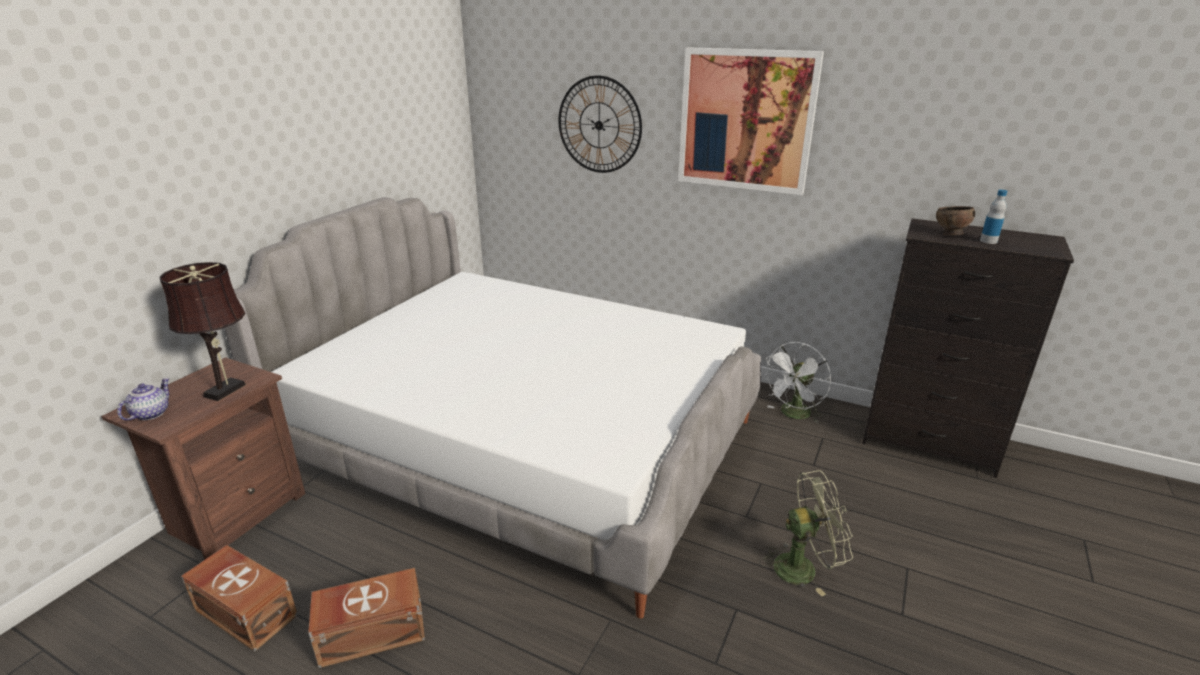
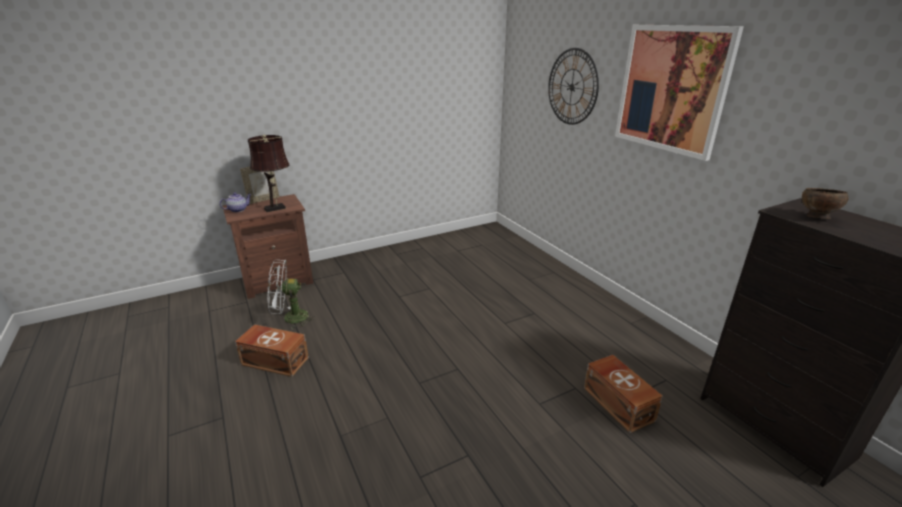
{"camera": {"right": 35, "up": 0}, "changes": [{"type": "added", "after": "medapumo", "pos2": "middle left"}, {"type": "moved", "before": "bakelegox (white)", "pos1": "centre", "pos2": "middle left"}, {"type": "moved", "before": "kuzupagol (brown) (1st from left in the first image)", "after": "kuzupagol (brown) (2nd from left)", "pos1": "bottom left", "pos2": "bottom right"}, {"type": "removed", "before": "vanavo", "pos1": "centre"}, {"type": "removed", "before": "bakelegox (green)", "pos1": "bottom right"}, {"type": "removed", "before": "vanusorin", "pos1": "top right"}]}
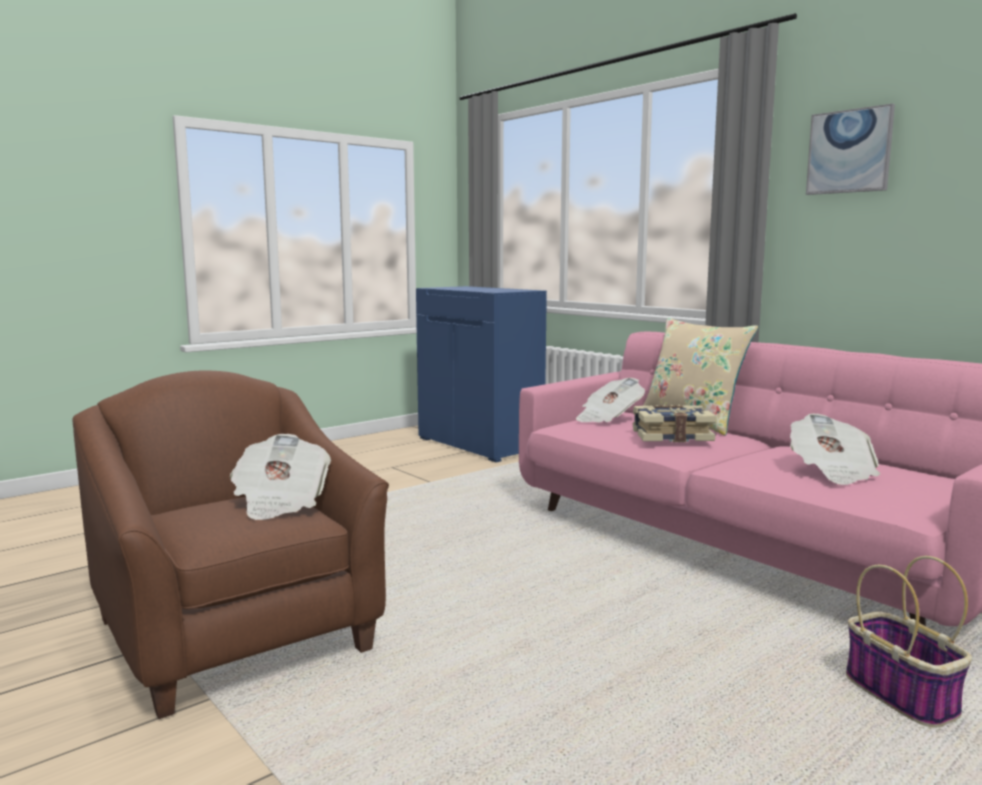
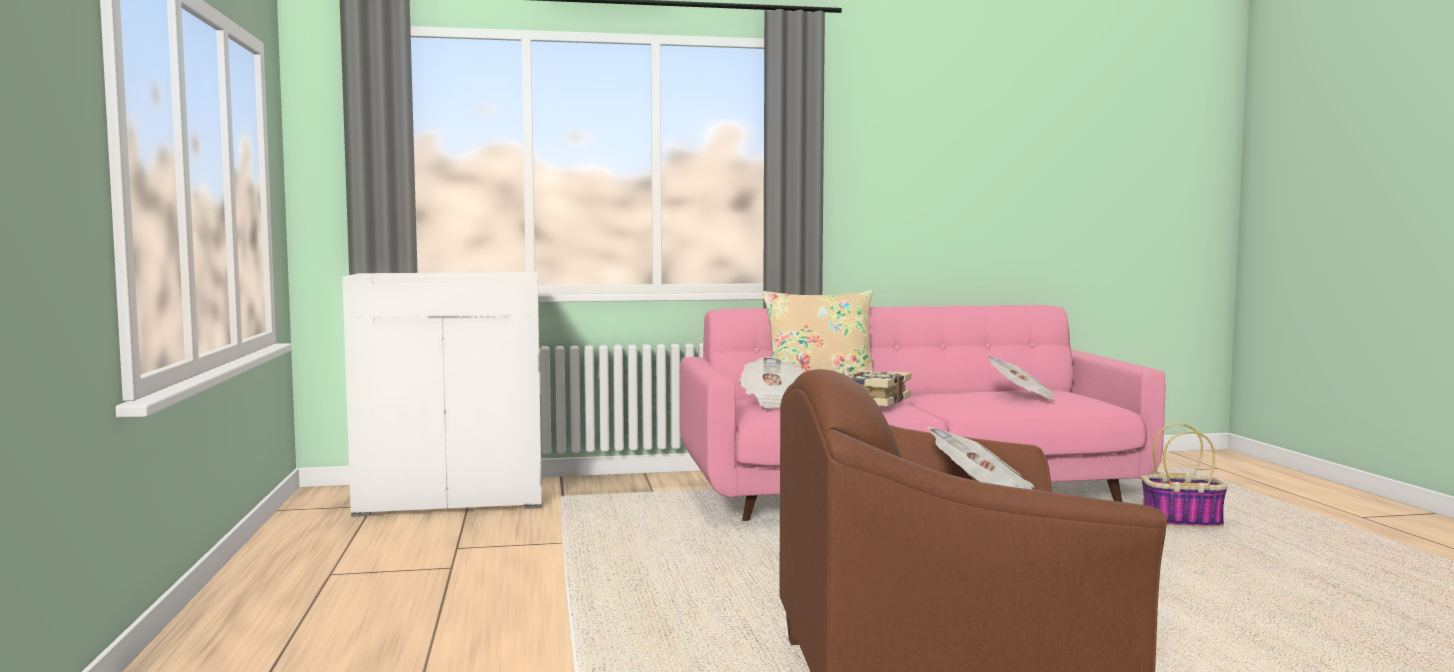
{"camera": {"right": -60, "up": -5}, "changes": [{"type": "recoloured", "before": "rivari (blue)", "after": "rivari (white)", "pos1": "centre", "pos2": "middle left"}, {"type": "removed", "before": "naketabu", "pos1": "top right"}]}
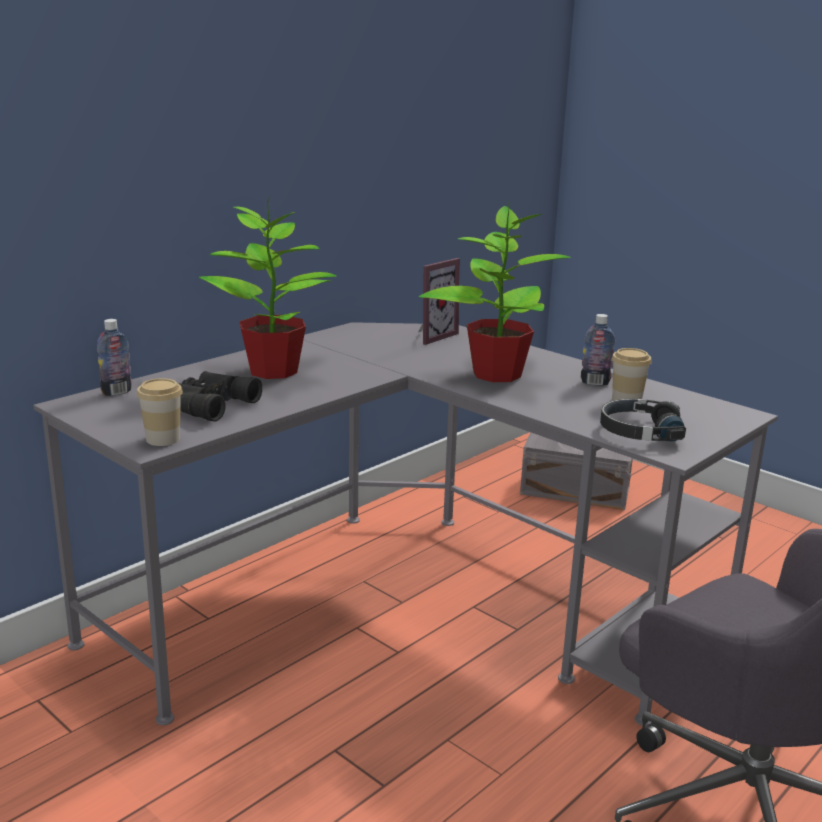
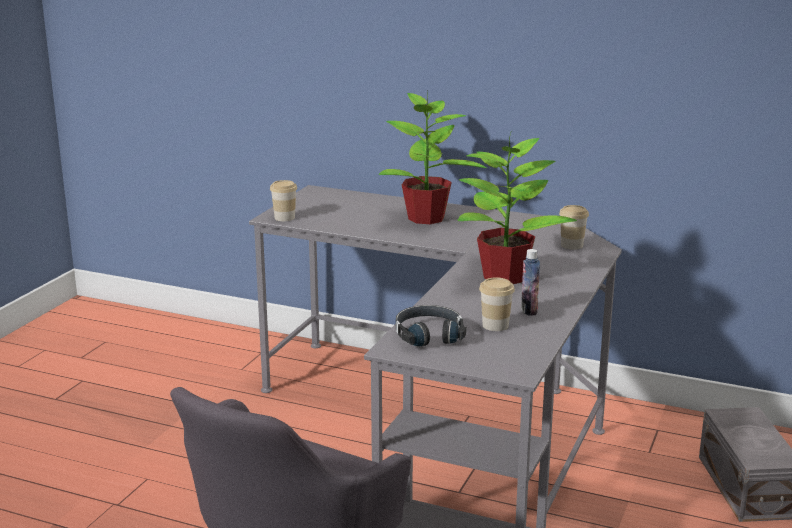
{"camera": {"right": 70, "up": 0}, "changes": [{"type": "replaced", "before": "medapumo", "after": "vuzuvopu (3rd from left)", "pos1": "centre", "pos2": "middle right"}, {"type": "removed", "before": "vanusorin (1st from left)", "pos1": "middle left"}, {"type": "removed", "before": "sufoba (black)", "pos1": "middle left"}]}
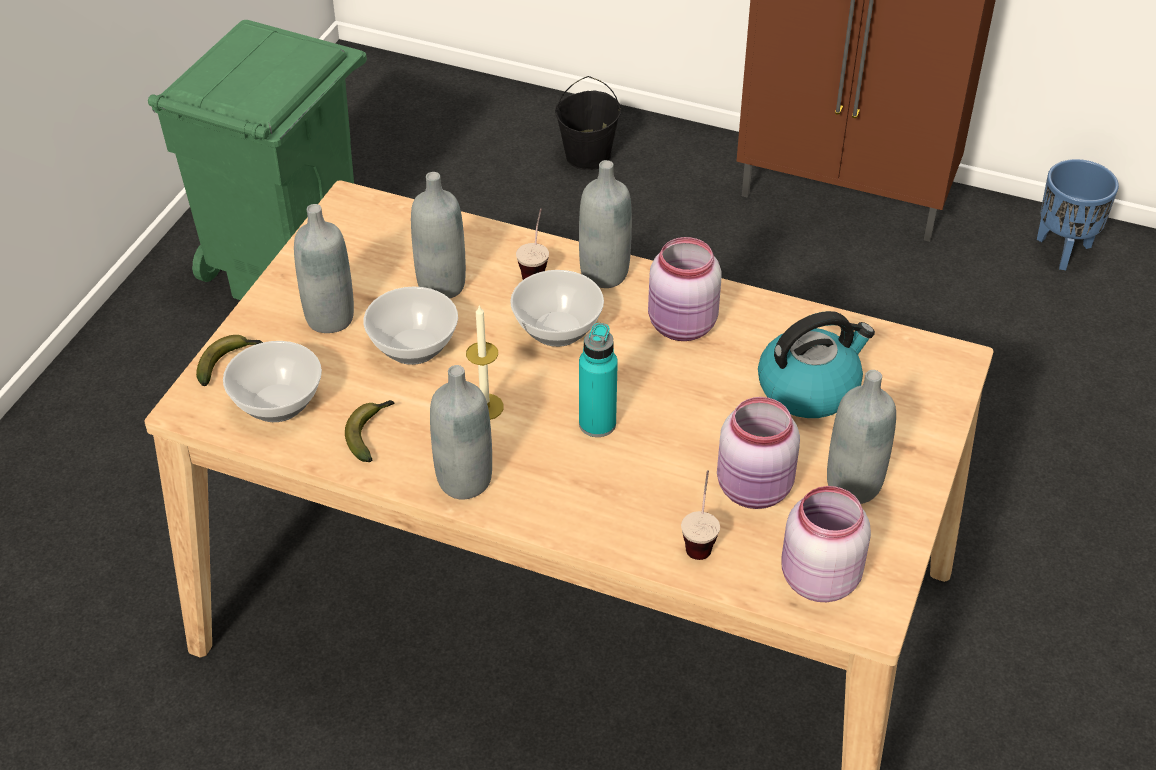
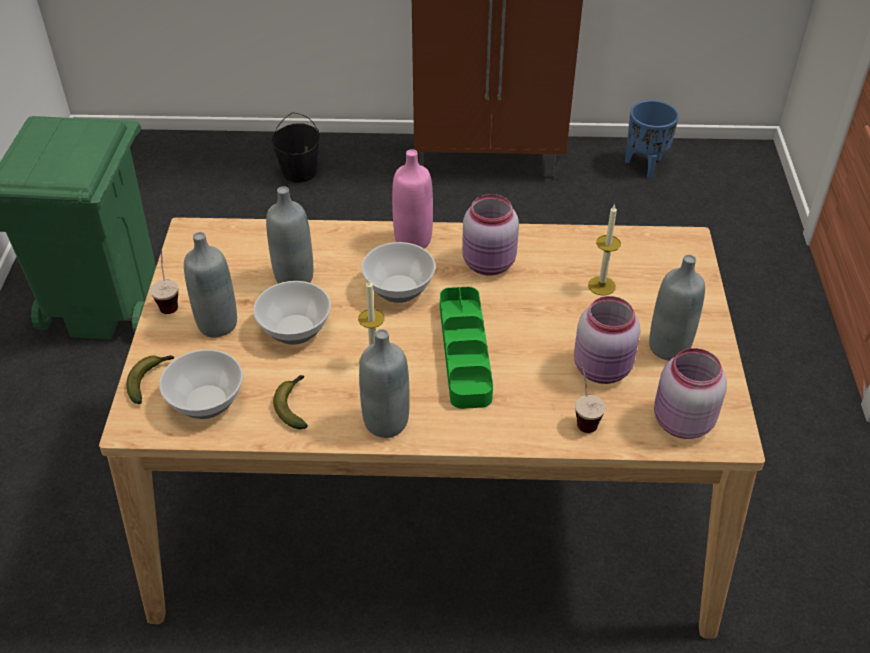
{"camera": {"right": -20, "up": 0}, "changes": [{"type": "moved", "before": "vuzuvopu (1st from left)", "pos1": "top centre", "pos2": "middle left"}, {"type": "recoloured", "before": "vanusorin (grey) (4th from left)", "after": "vanusorin (pink)", "pos1": "top centre", "pos2": "top centre"}, {"type": "replaced", "before": "vanusorin (turquoise)", "after": "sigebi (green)", "pos1": "centre", "pos2": "centre"}, {"type": "replaced", "before": "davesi", "after": "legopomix (2nd from left)", "pos1": "middle right", "pos2": "middle right"}]}
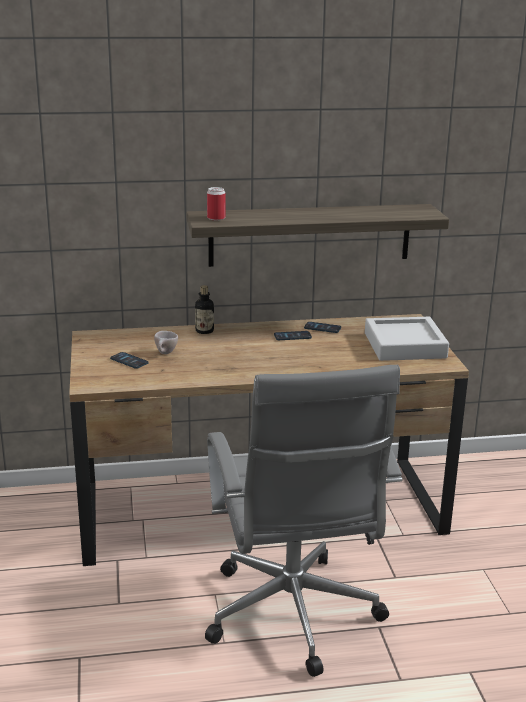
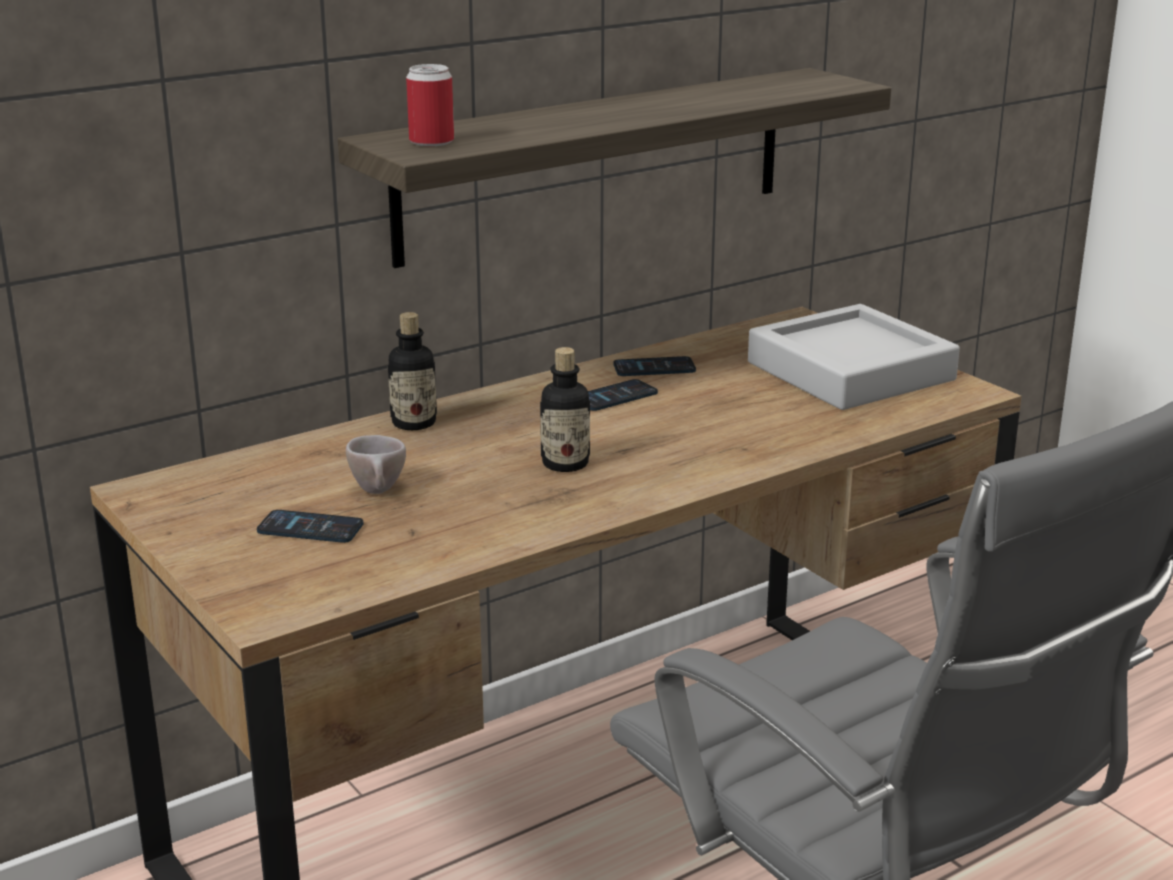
{"camera": {"right": -25, "up": 0}, "changes": [{"type": "added", "after": "vanusorin (2nd from left)", "pos2": "centre"}]}
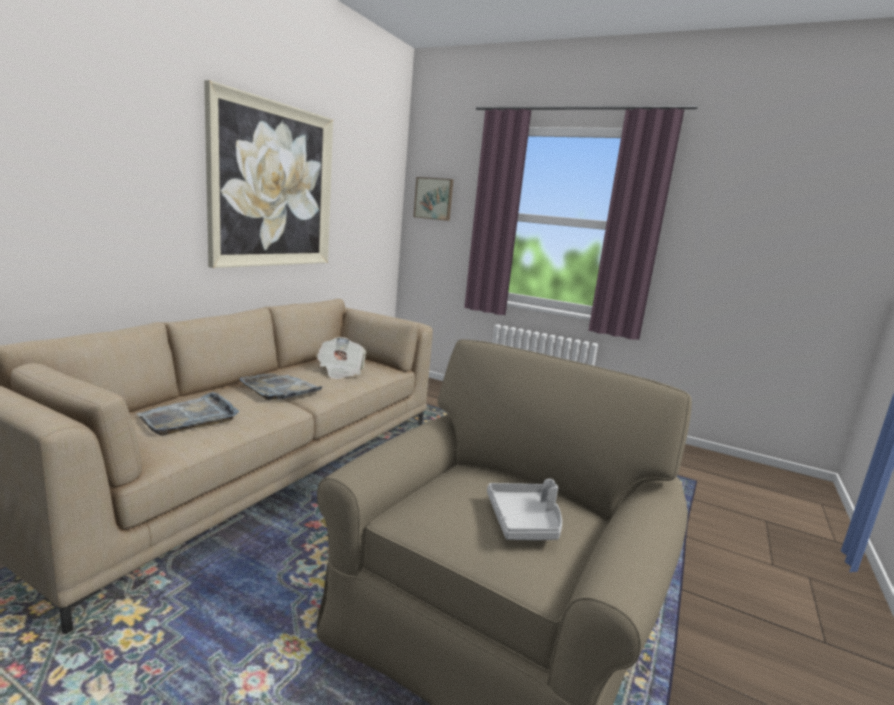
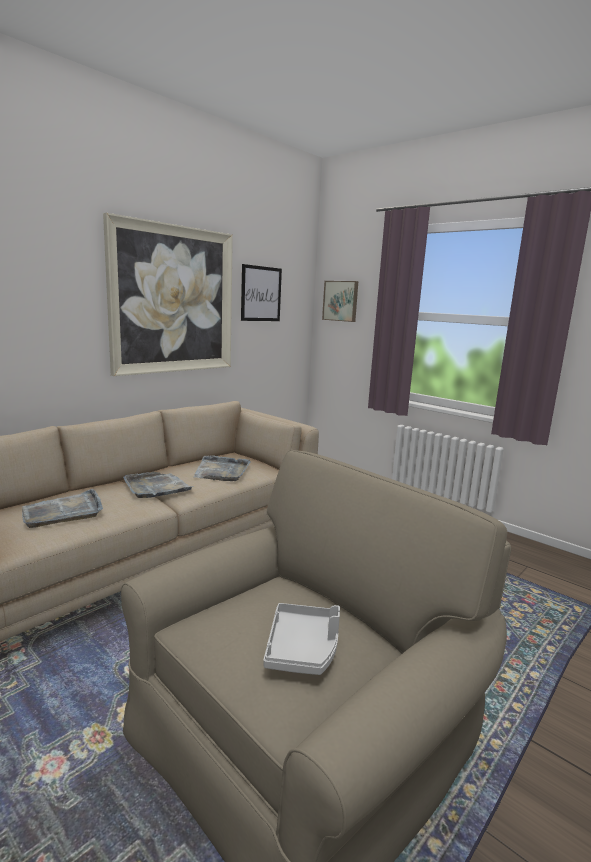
{"camera": {"right": 15, "up": 0}, "changes": [{"type": "replaced", "before": "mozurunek", "after": "sigebi (grey) (3rd from left)", "pos1": "centre", "pos2": "centre"}, {"type": "added", "after": "naketabu (2nd from left)", "pos2": "centre"}]}
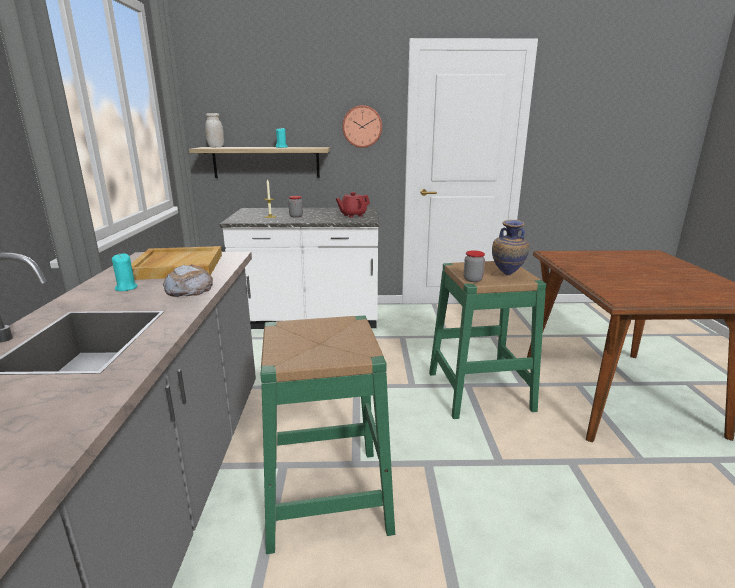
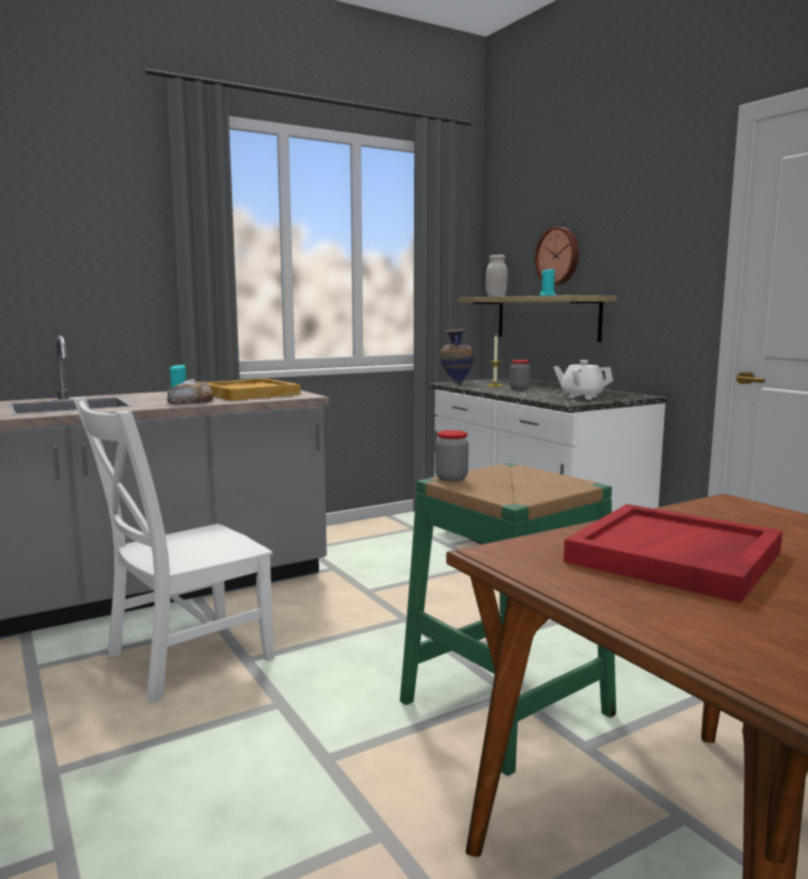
{"camera": {"right": 60, "up": -10}, "changes": [{"type": "replaced", "before": "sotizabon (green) (1st from left)", "after": "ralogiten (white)", "pos1": "bottom centre", "pos2": "middle left"}, {"type": "moved", "before": "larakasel", "pos1": "middle right", "pos2": "centre"}, {"type": "moved", "before": "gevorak", "pos1": "top centre", "pos2": "top right"}, {"type": "recoloured", "before": "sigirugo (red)", "after": "sigirugo (white)", "pos1": "centre", "pos2": "middle right"}, {"type": "added", "after": "sigebi (red)", "pos2": "middle right"}]}
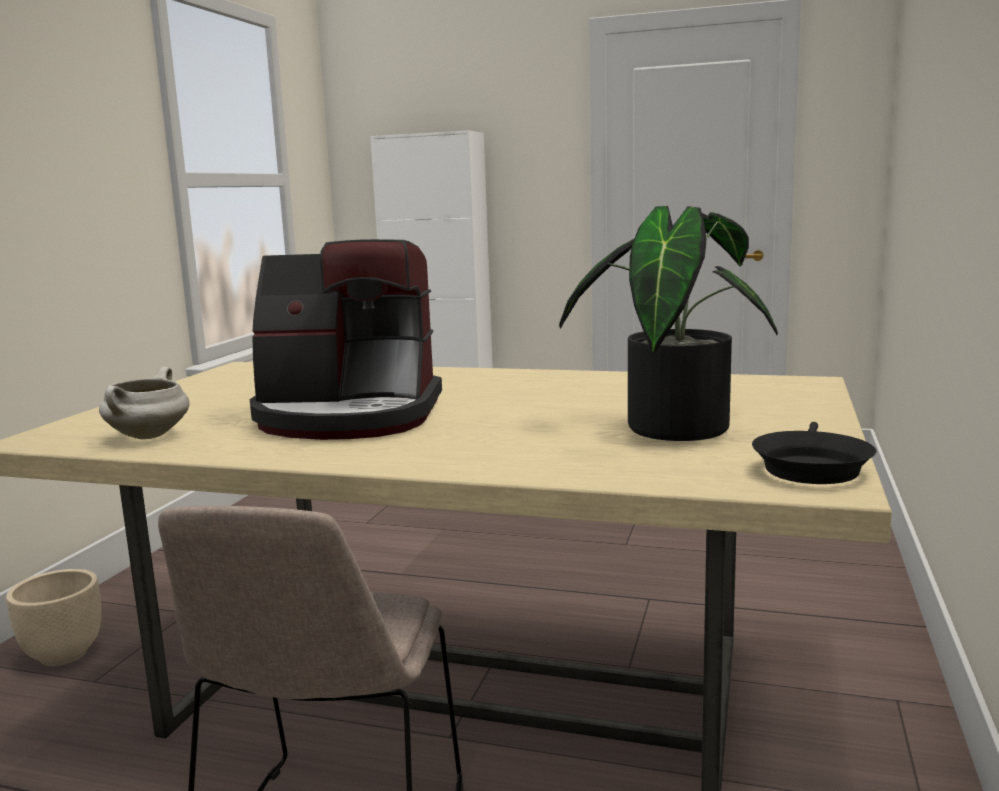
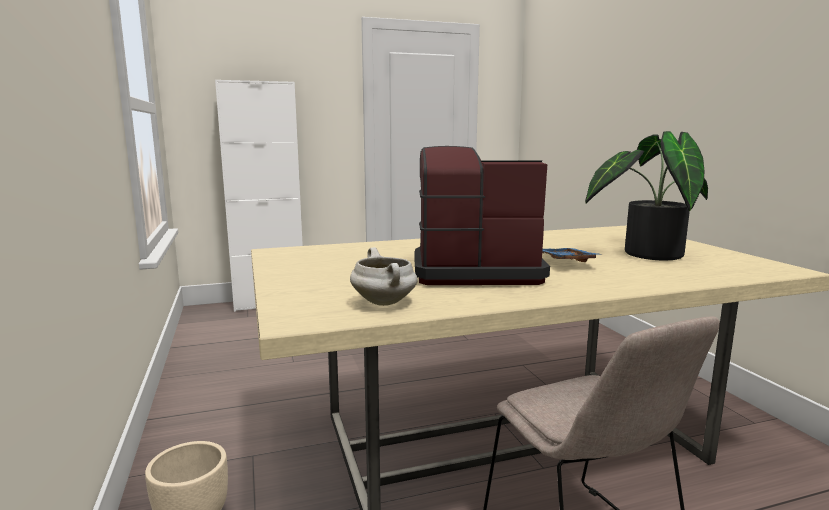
{"camera": {"right": -35, "up": 0}, "changes": [{"type": "turned", "before": "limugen", "pos1": "centre", "pos2": "centre", "turn": -150}, {"type": "added", "after": "sigebi (blue)", "pos2": "middle right"}, {"type": "removed", "before": "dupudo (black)", "pos1": "middle right"}]}
